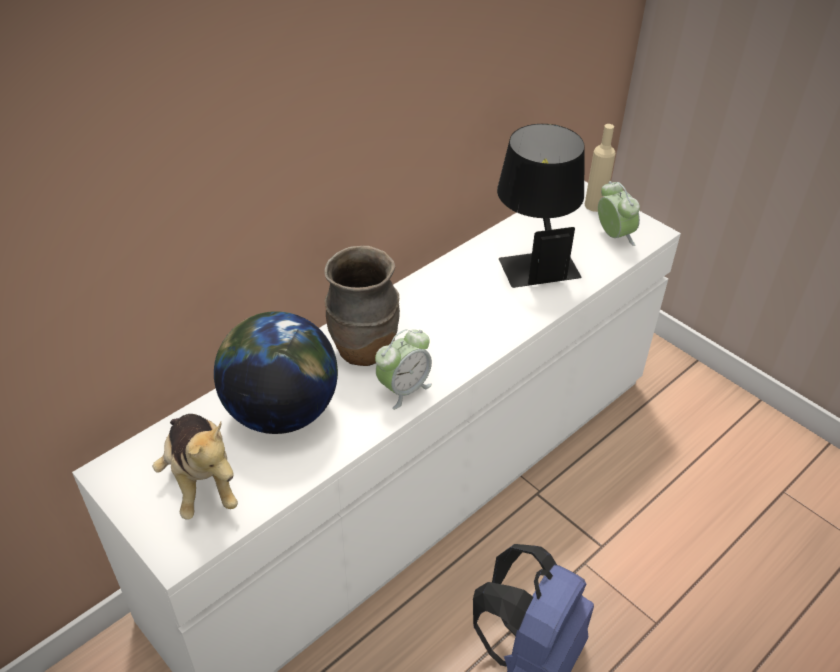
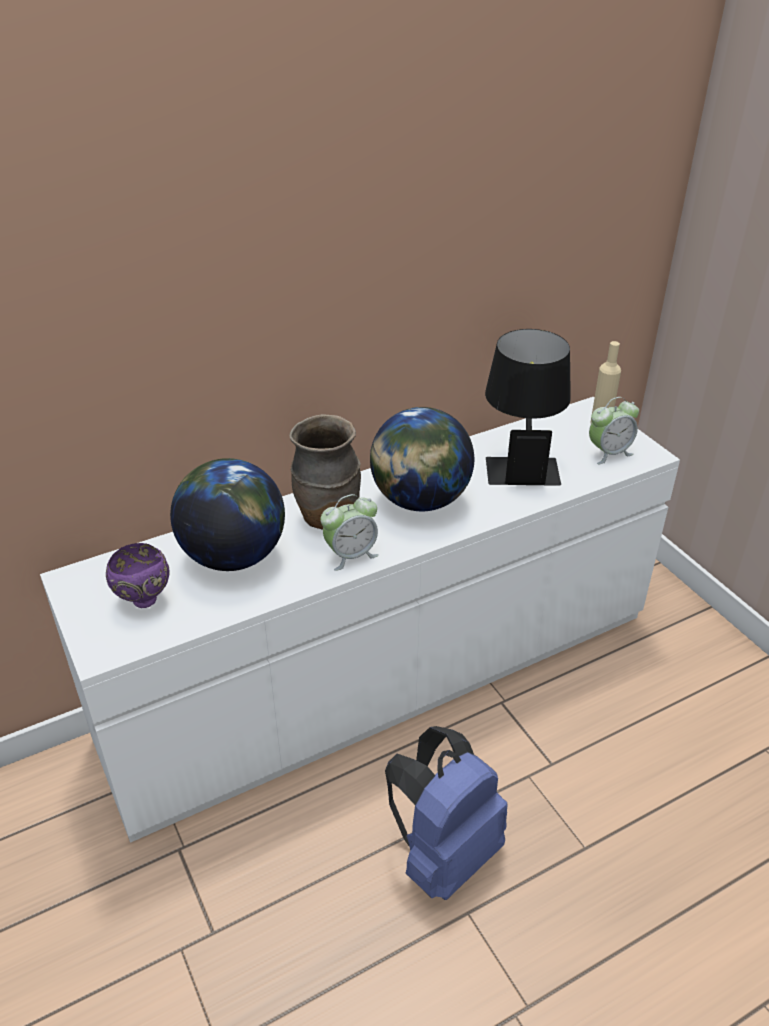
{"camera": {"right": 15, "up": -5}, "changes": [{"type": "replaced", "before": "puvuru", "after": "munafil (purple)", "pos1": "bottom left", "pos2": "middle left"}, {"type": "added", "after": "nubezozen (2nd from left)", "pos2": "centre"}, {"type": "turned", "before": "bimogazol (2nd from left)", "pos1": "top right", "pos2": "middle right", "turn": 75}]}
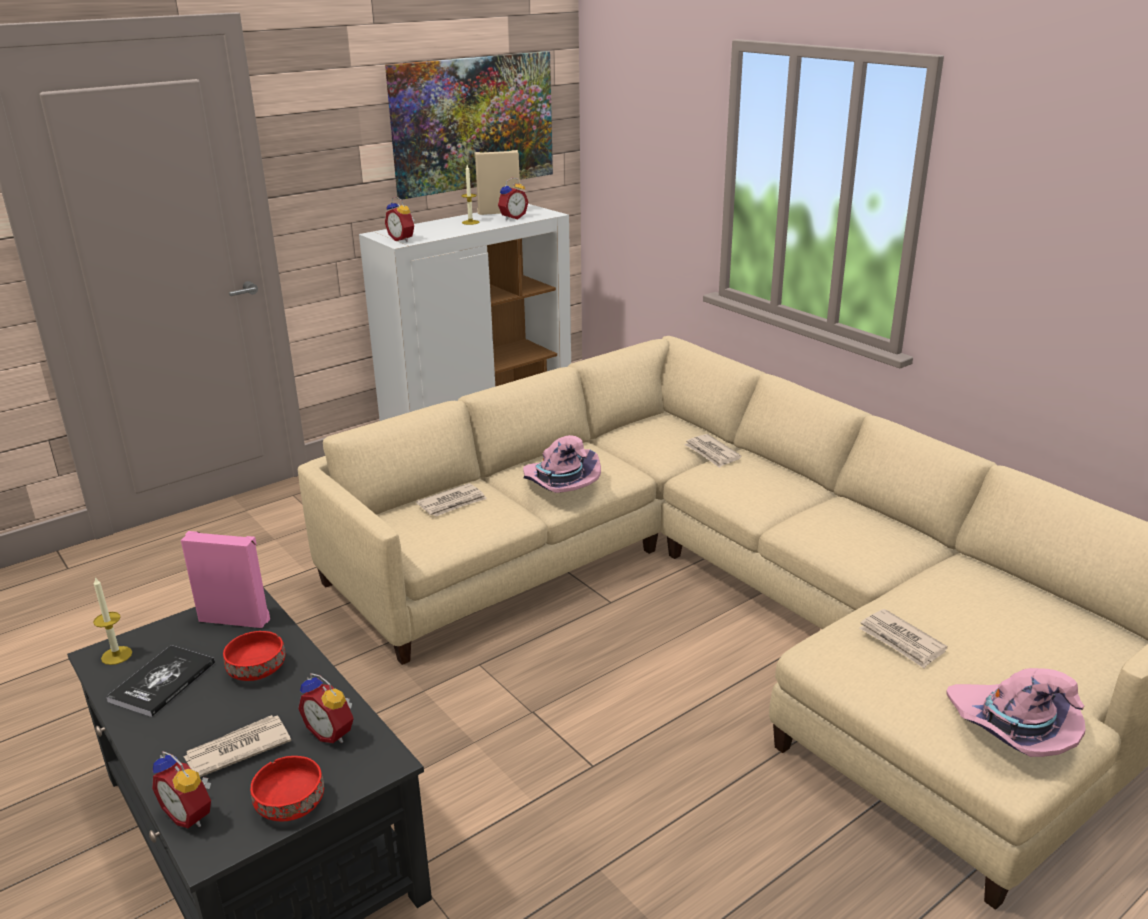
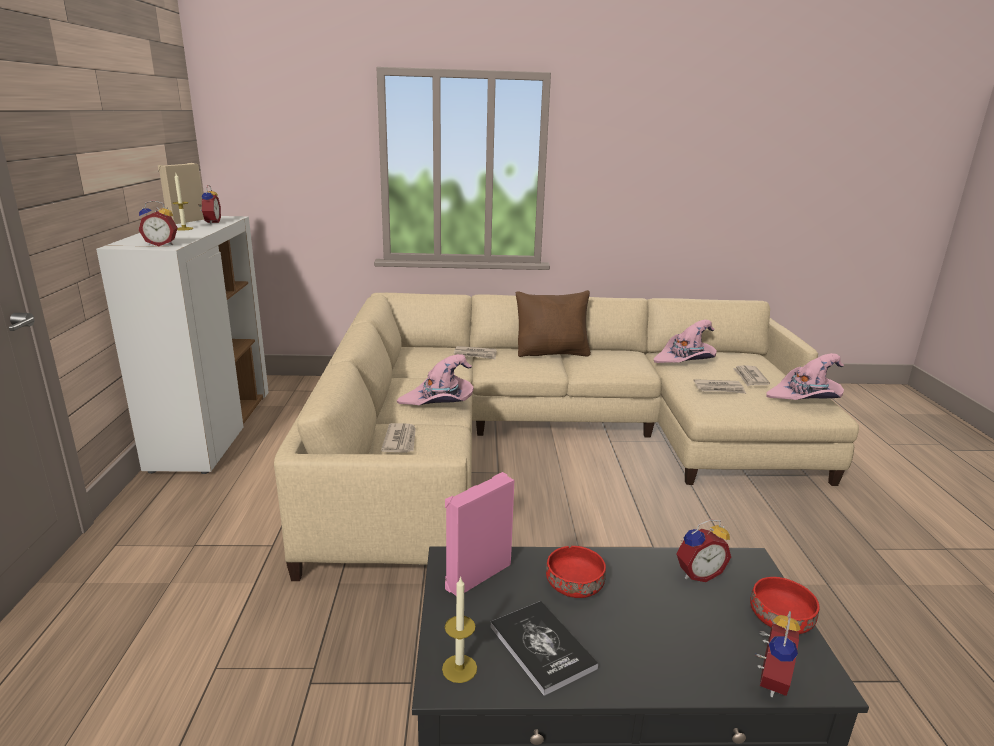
{"camera": {"right": -55, "up": -5}, "changes": [{"type": "added", "after": "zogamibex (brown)", "pos2": "centre"}, {"type": "added", "after": "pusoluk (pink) (2nd from left)", "pos2": "middle right"}, {"type": "moved", "before": "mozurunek (1st from left in the first image)", "after": "mozurunek (4th from left)", "pos1": "bottom left", "pos2": "middle right"}, {"type": "turned", "before": "bimogazol (1st from left in the first image)", "pos1": "bottom left", "pos2": "bottom right", "turn": -45}, {"type": "removed", "before": "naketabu", "pos1": "top centre"}]}
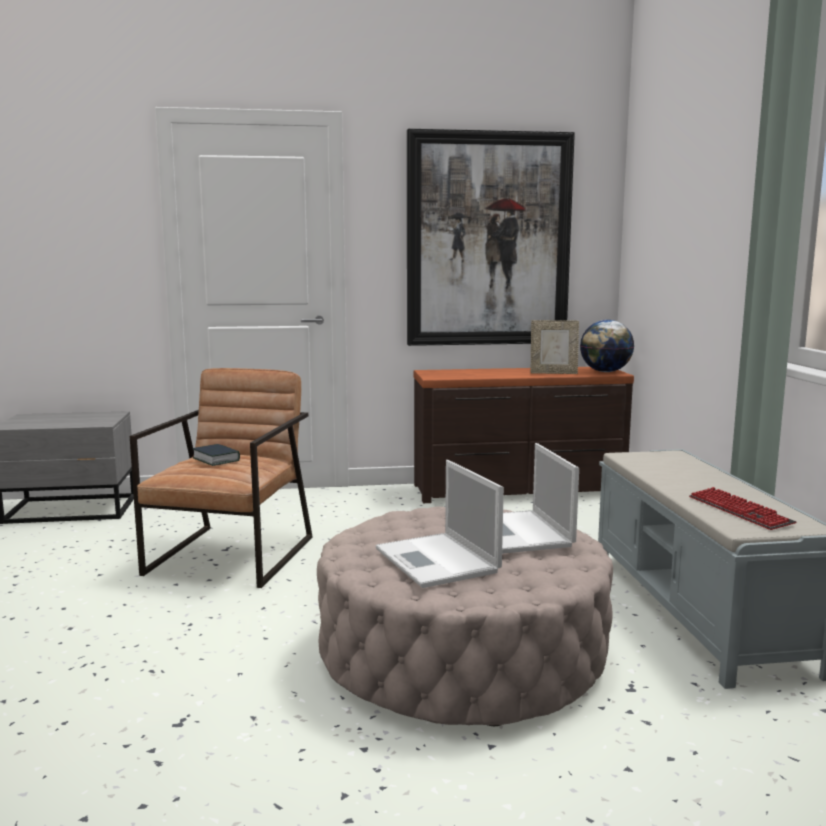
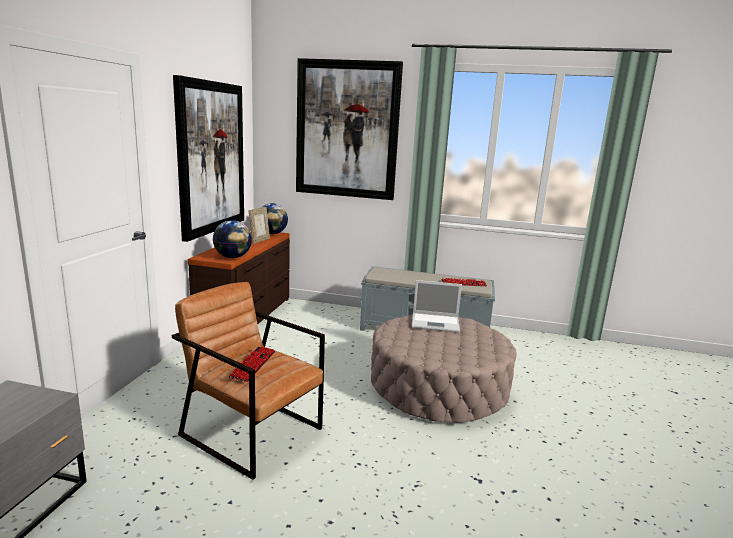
{"camera": {"right": -70, "up": 5}, "changes": [{"type": "added", "after": "nubezozen (1st from left)", "pos2": "middle left"}, {"type": "replaced", "before": "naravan", "after": "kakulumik (1st from left)", "pos1": "middle left", "pos2": "bottom centre"}, {"type": "added", "after": "naketabu (2nd from left)", "pos2": "top centre"}, {"type": "removed", "before": "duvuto (1st from left)", "pos1": "centre"}]}
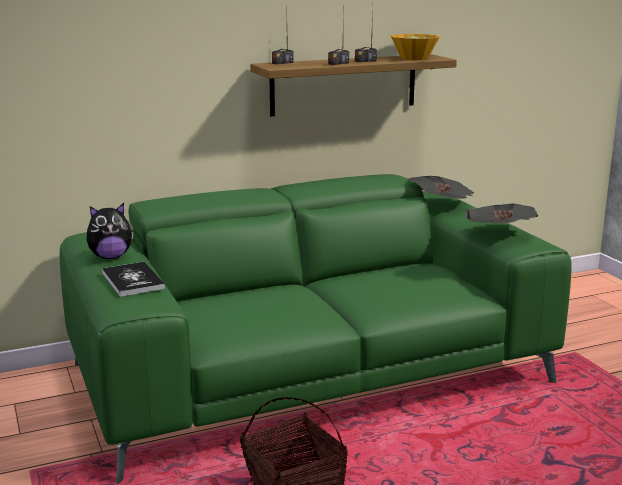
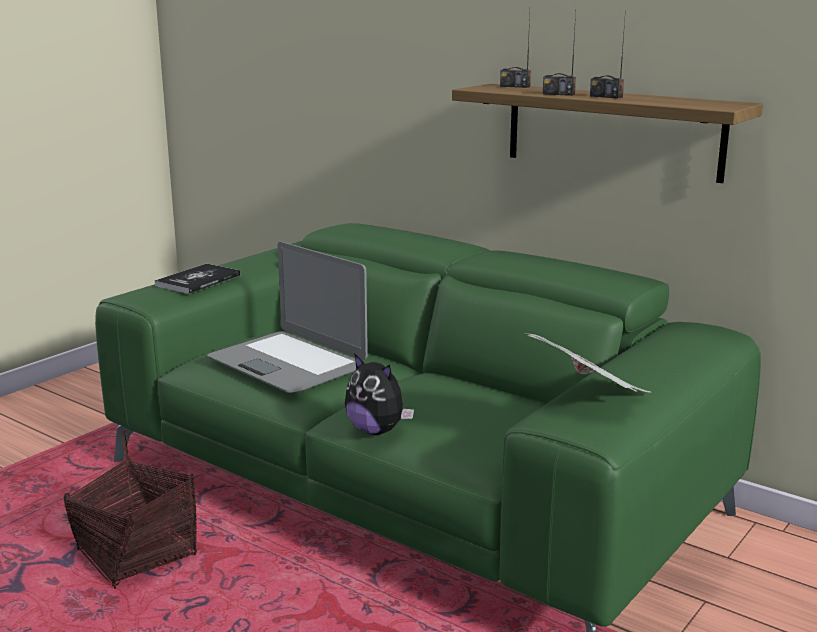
{"camera": {"right": 60, "up": 0}, "changes": [{"type": "added", "after": "duvuto", "pos2": "centre"}, {"type": "moved", "before": "puvuru", "pos1": "middle left", "pos2": "centre"}, {"type": "removed", "before": "munafil", "pos1": "top right"}, {"type": "removed", "before": "mozurunek (1st from left)", "pos1": "middle right"}]}
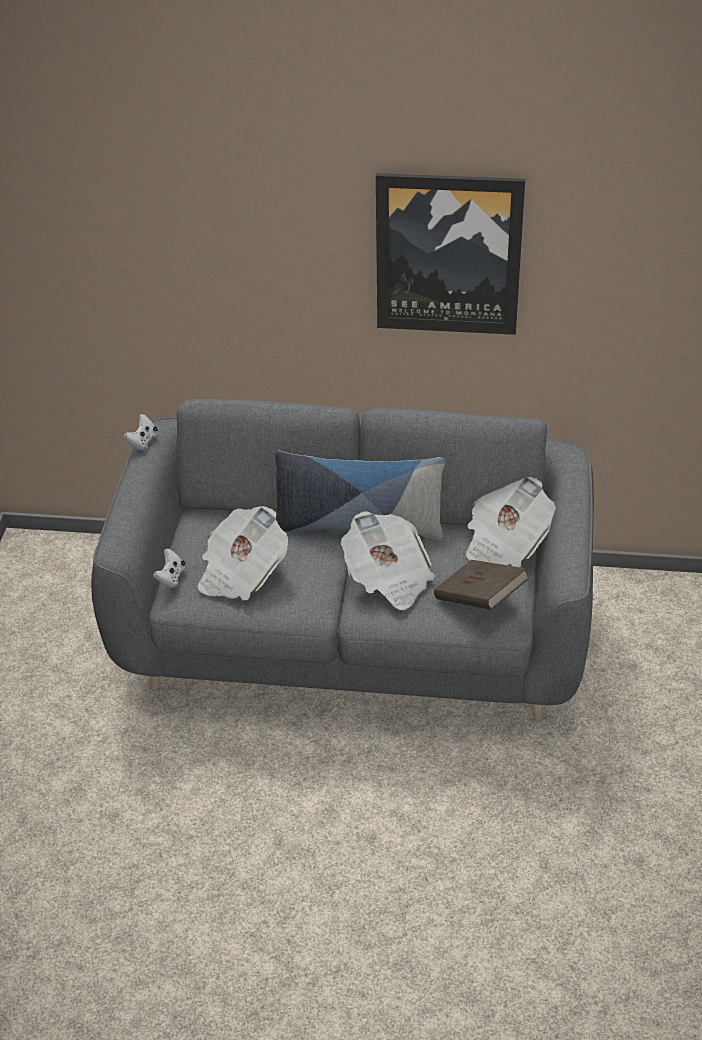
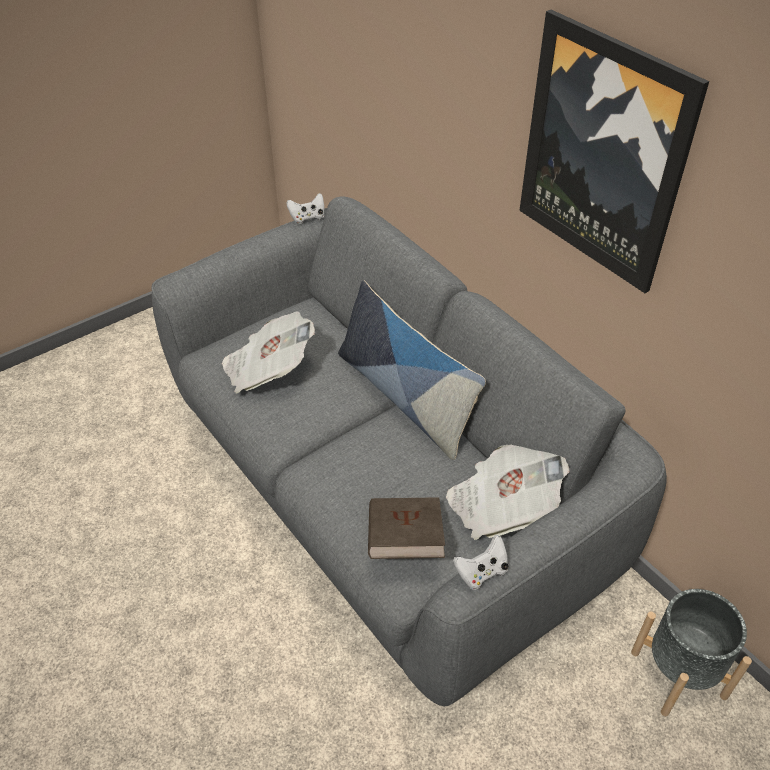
{"camera": {"right": 45, "up": 5}, "changes": [{"type": "moved", "before": "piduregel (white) (2nd from left)", "pos1": "middle left", "pos2": "bottom centre"}, {"type": "added", "after": "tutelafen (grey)", "pos2": "bottom right"}, {"type": "removed", "before": "mozurunek (2nd from left)", "pos1": "centre"}]}
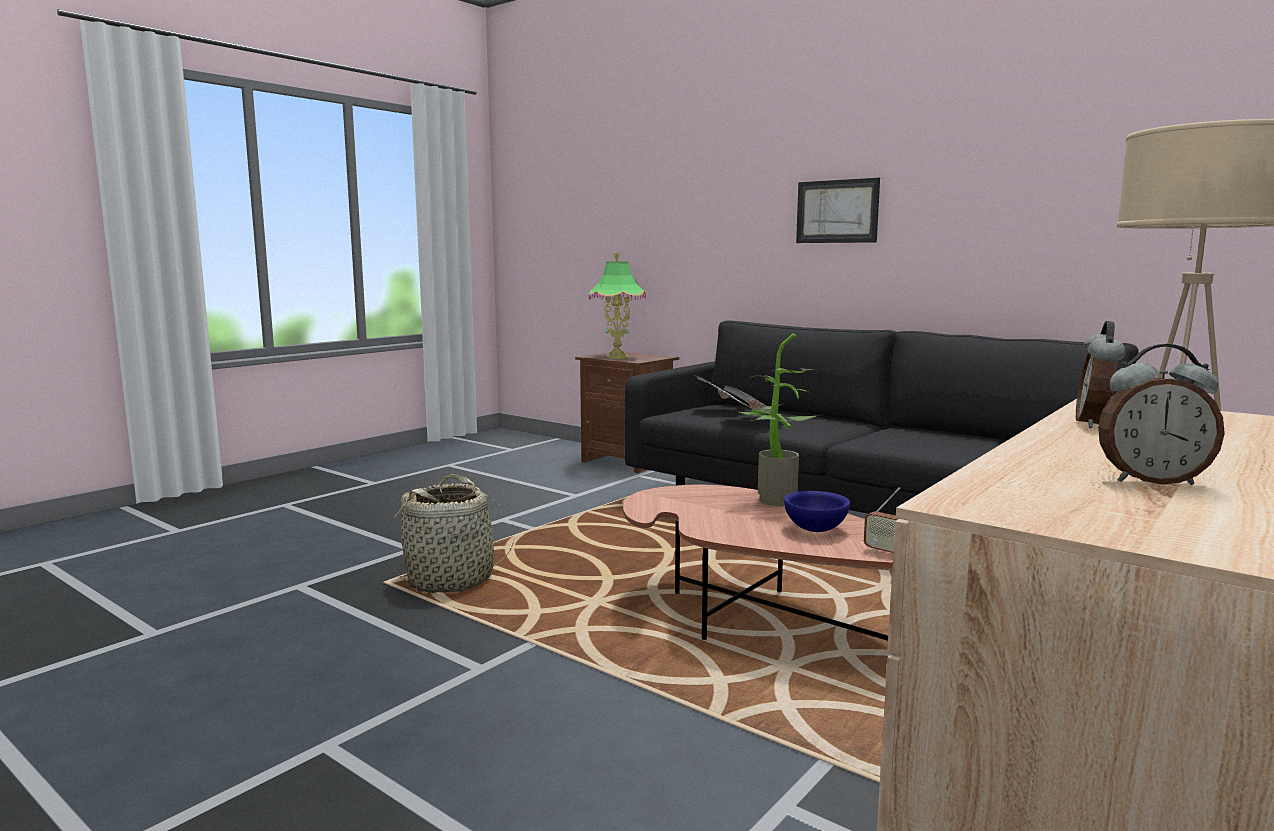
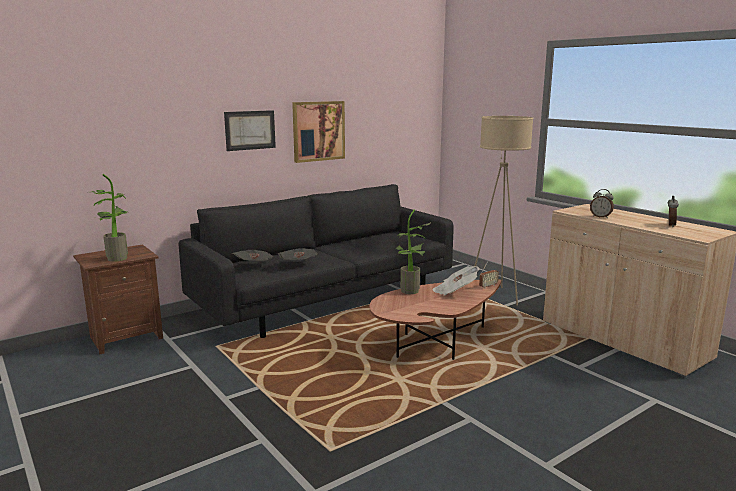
{"camera": {"right": -75, "up": 5}, "changes": [{"type": "replaced", "before": "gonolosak", "after": "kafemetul (1st from left)", "pos1": "centre", "pos2": "middle left"}, {"type": "added", "after": "naketabu (2nd from left)", "pos2": "top centre"}, {"type": "replaced", "before": "munafil (blue)", "after": "mozurunek (3rd from left)", "pos1": "centre", "pos2": "centre"}, {"type": "removed", "before": "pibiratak", "pos1": "centre"}]}
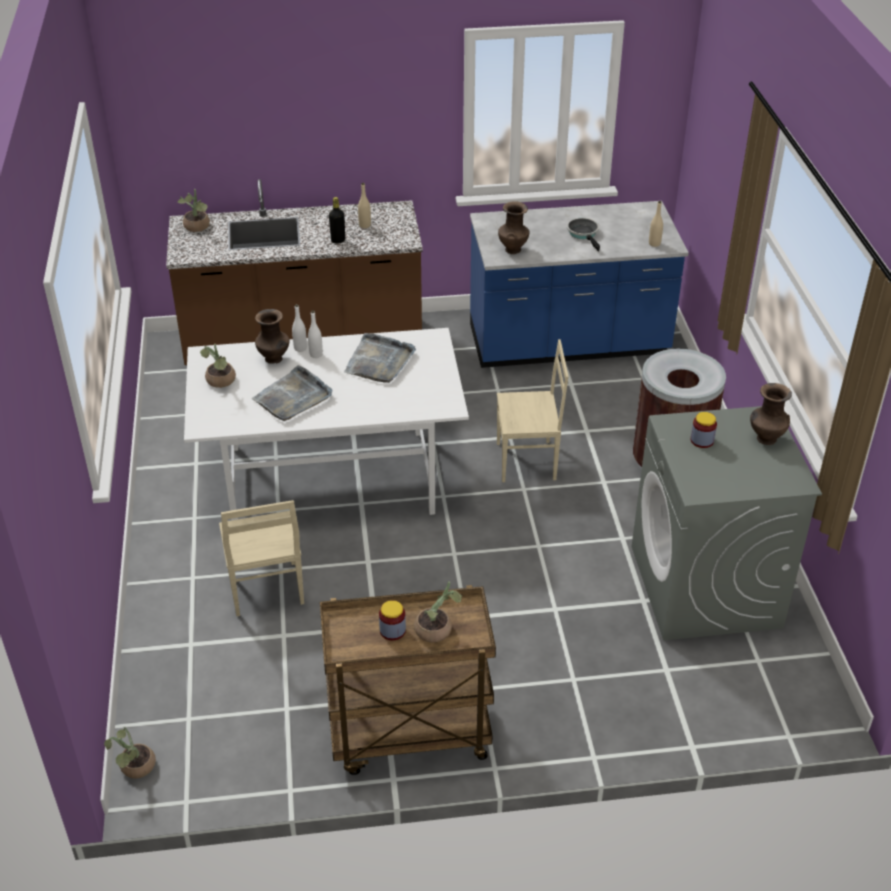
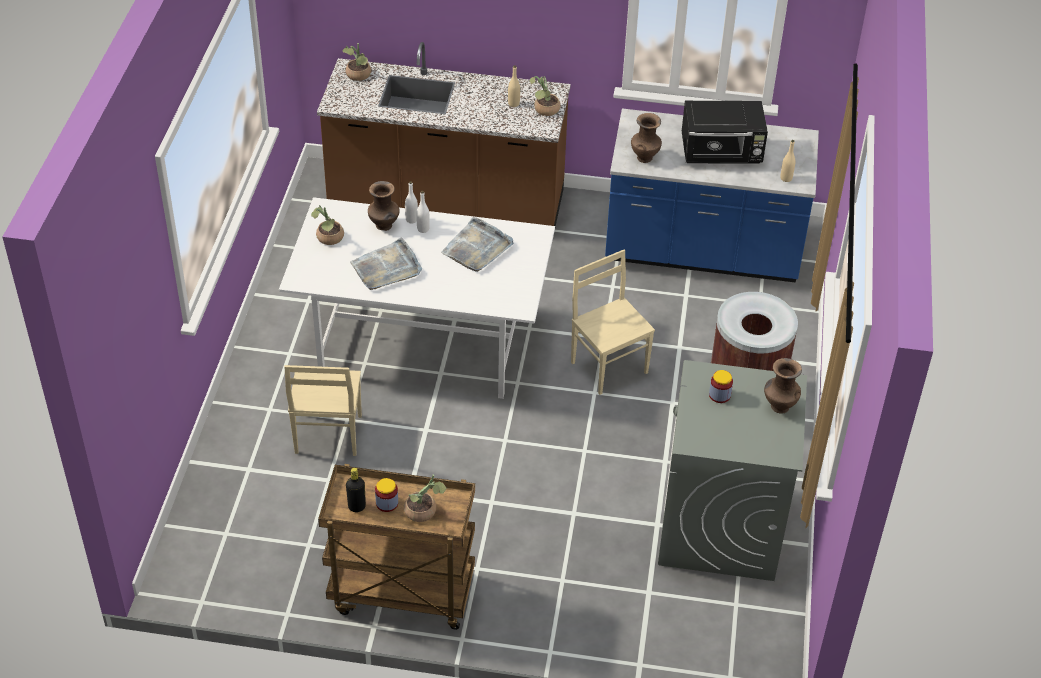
{"camera": {"right": 15, "up": 5}, "changes": [{"type": "moved", "before": "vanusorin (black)", "pos1": "top centre", "pos2": "bottom centre"}, {"type": "moved", "before": "kafemetul (1st from left in the first image)", "after": "kafemetul (4th from left)", "pos1": "bottom left", "pos2": "top centre"}, {"type": "turned", "before": "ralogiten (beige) (2nd from left)", "pos1": "centre", "pos2": "centre", "turn": -135}, {"type": "replaced", "before": "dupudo", "after": "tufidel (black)", "pos1": "top centre", "pos2": "top right"}]}
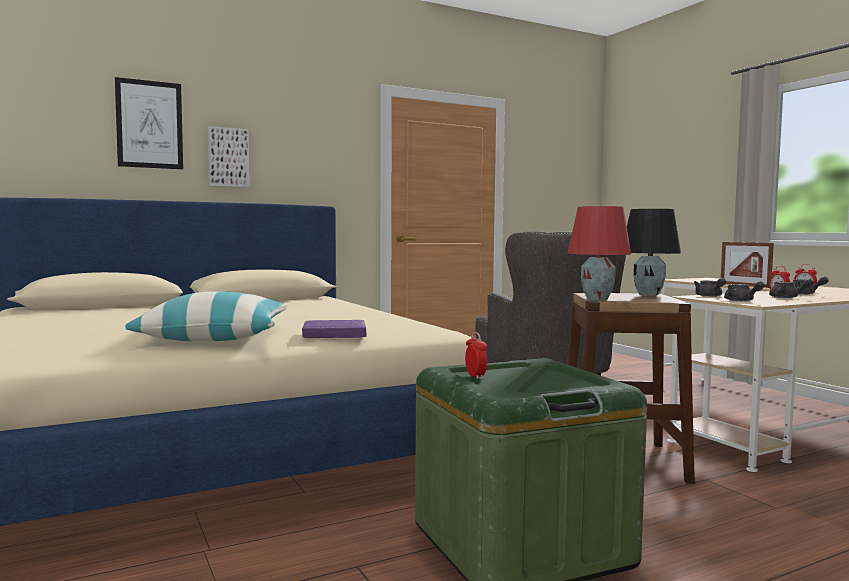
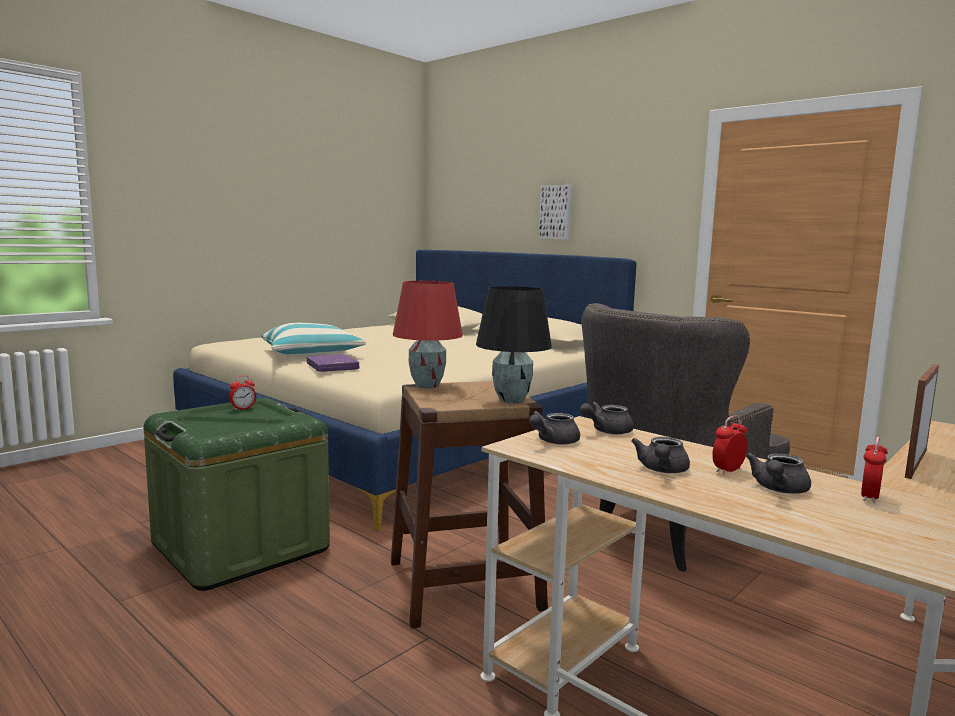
{"camera": {"right": 70, "up": 5}, "changes": [{"type": "removed", "before": "naketabu (1st from left)", "pos1": "top left"}]}
